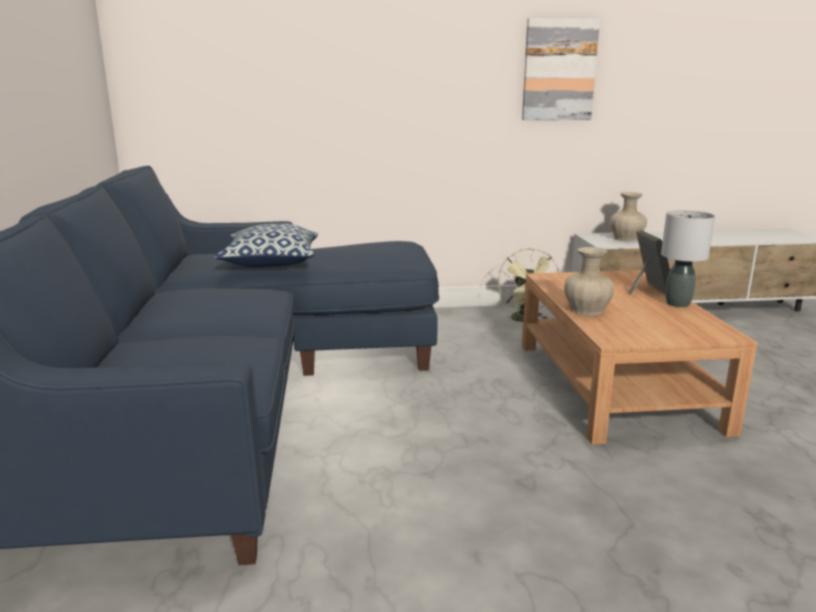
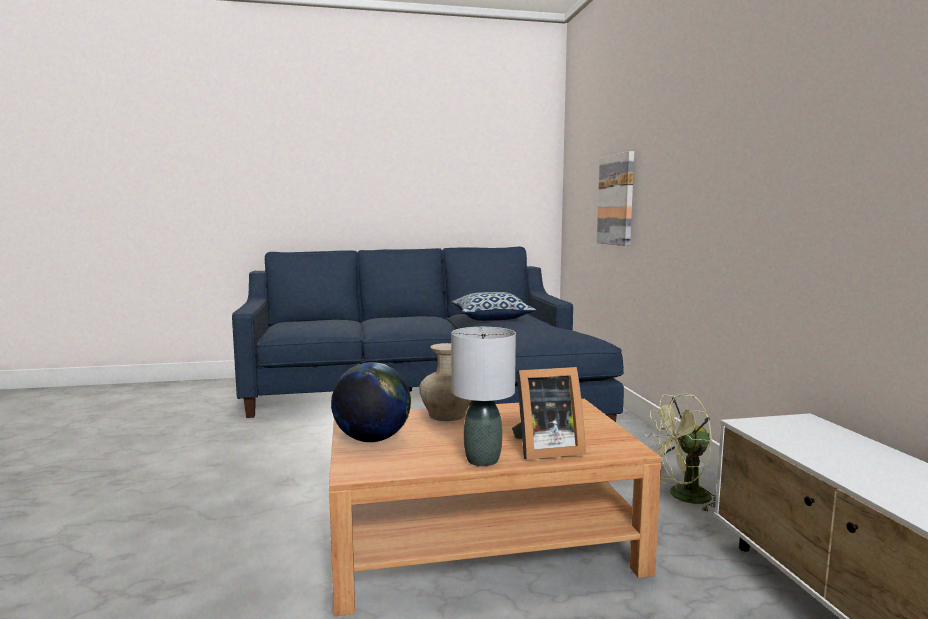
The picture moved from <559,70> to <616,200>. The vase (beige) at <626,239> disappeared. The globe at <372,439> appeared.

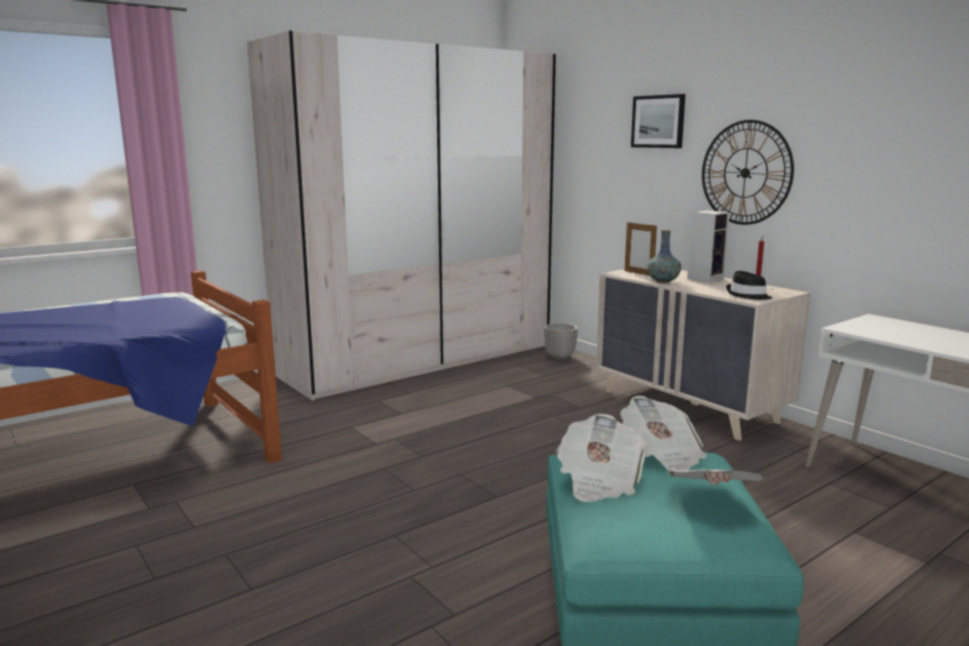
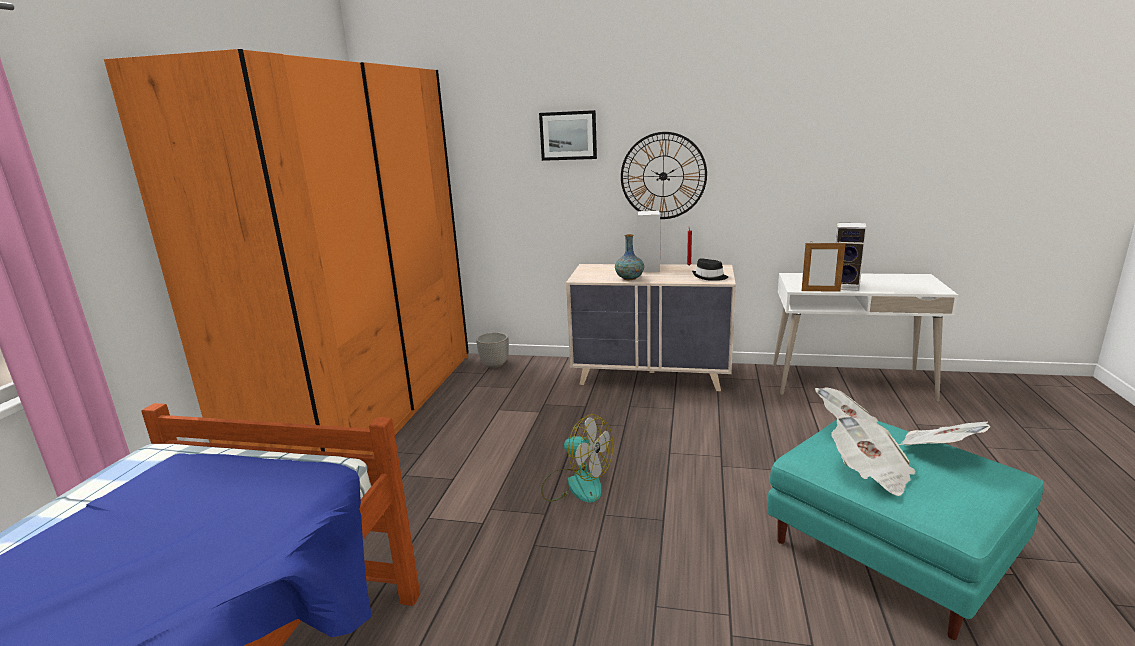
The wardrobe (beige) at <419,359> became the wardrobe (orange) at <371,413>. The picture frame moved from <639,273> to <820,291>. The speaker at <846,286> appeared. The fan at <576,484> appeared.

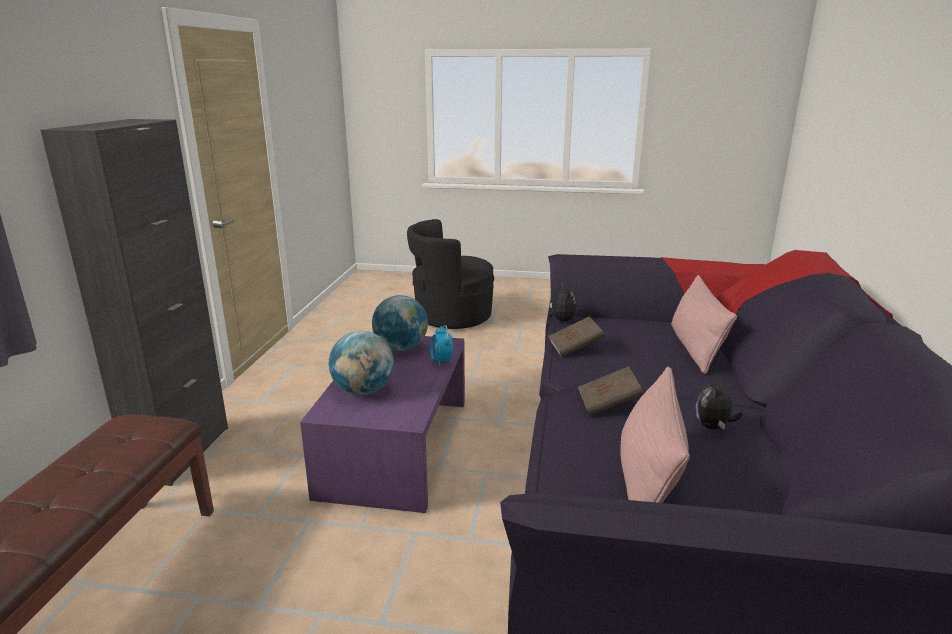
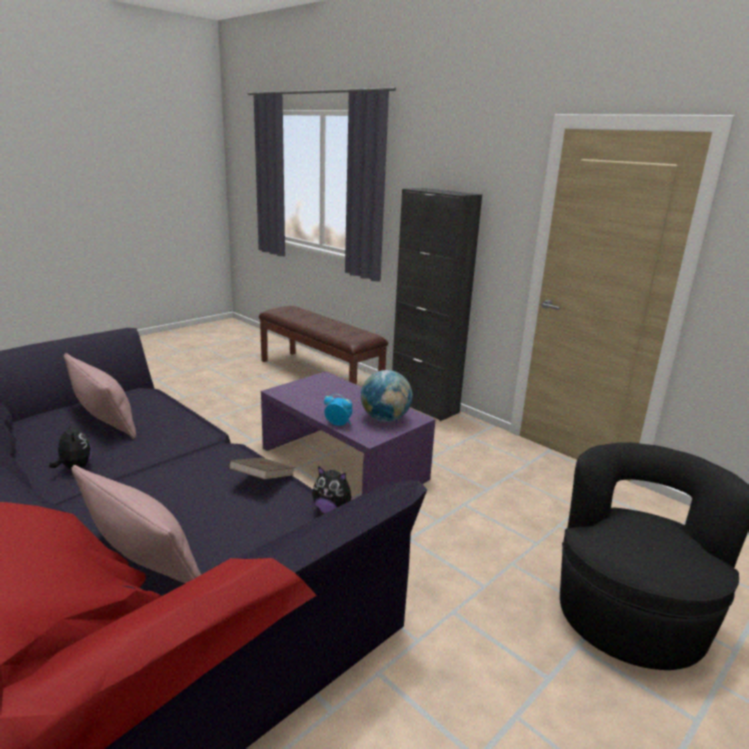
The globe at <363,391> disappeared. The book (brown) at <608,404> disappeared.

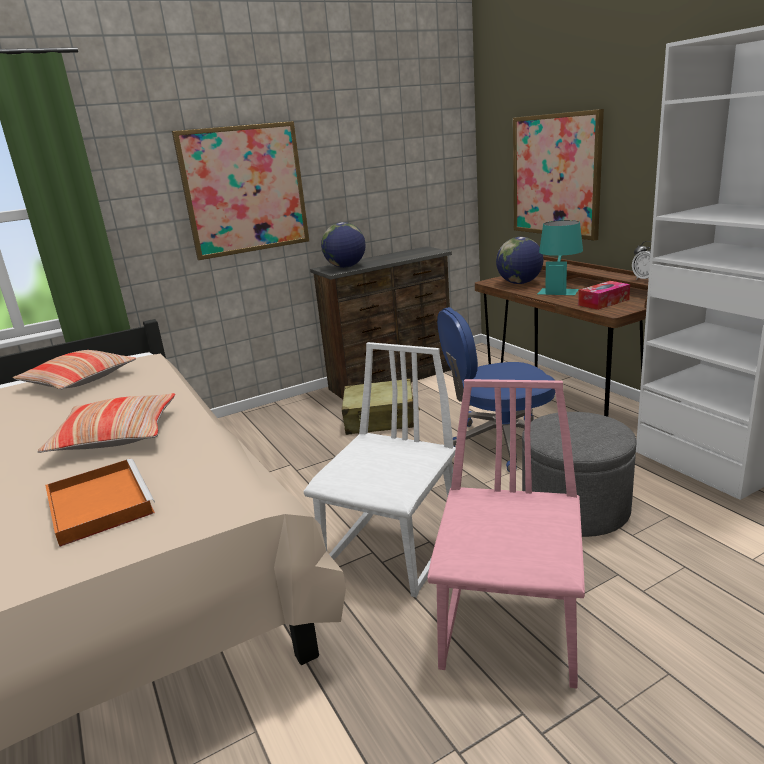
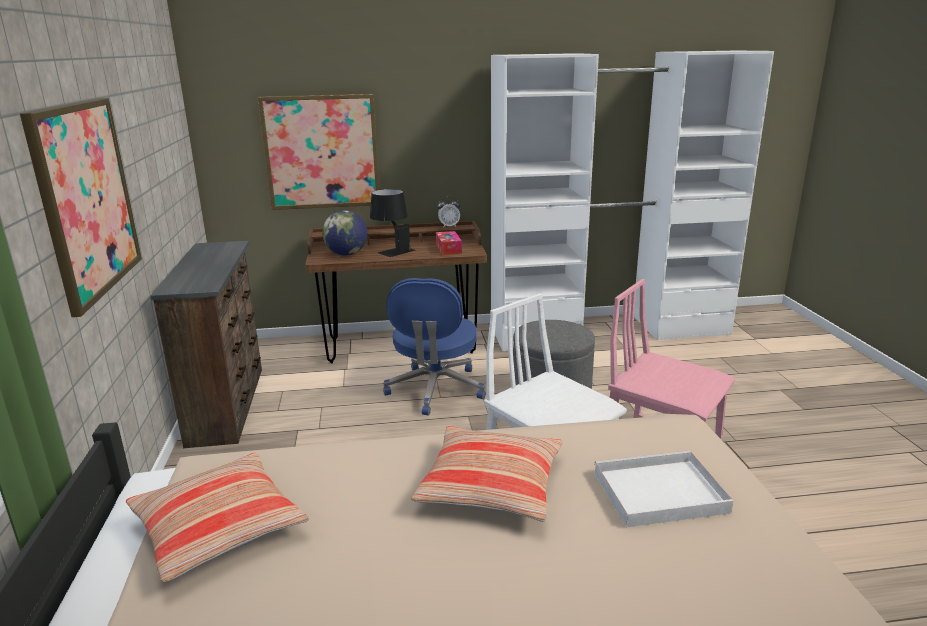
The table lamp (turquoise) at <559,289> became the table lamp (black) at <392,250>. The globe at <345,267> disappeared. The suitcase (beige) at <380,419> disappeared. The tray (orange) at <98,503> became the tray (white) at <657,493>.

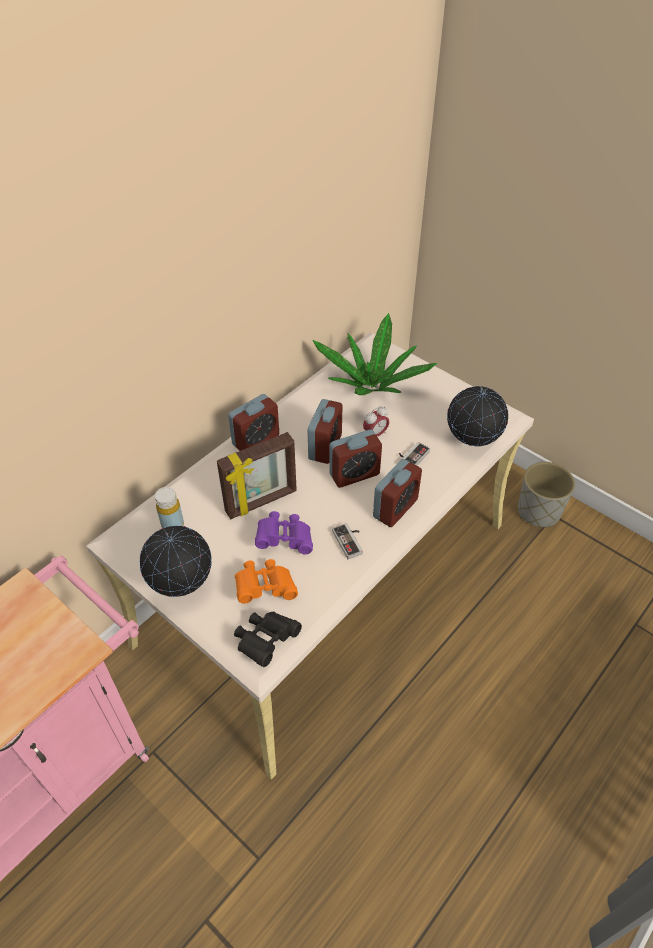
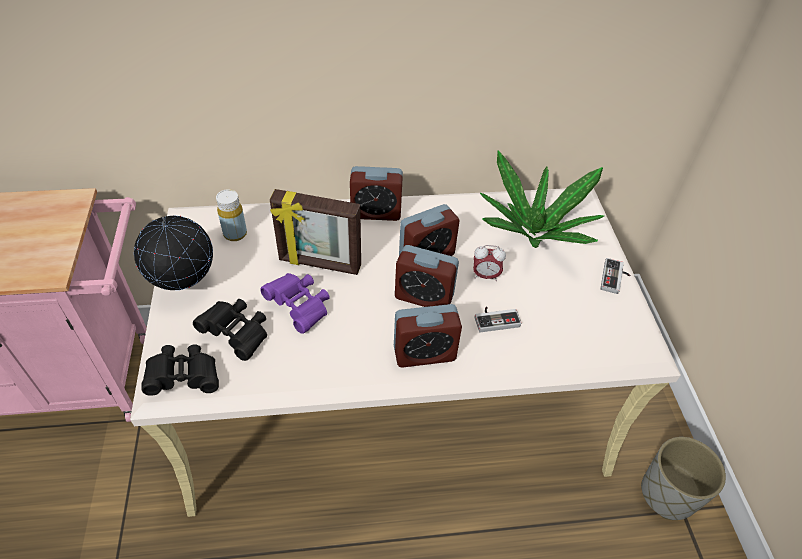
The globe at <472,443> disappeared. The game controller moved from <350,541> to <615,279>. The binoculars (orange) at <265,587> became the binoculars (black) at <237,334>.

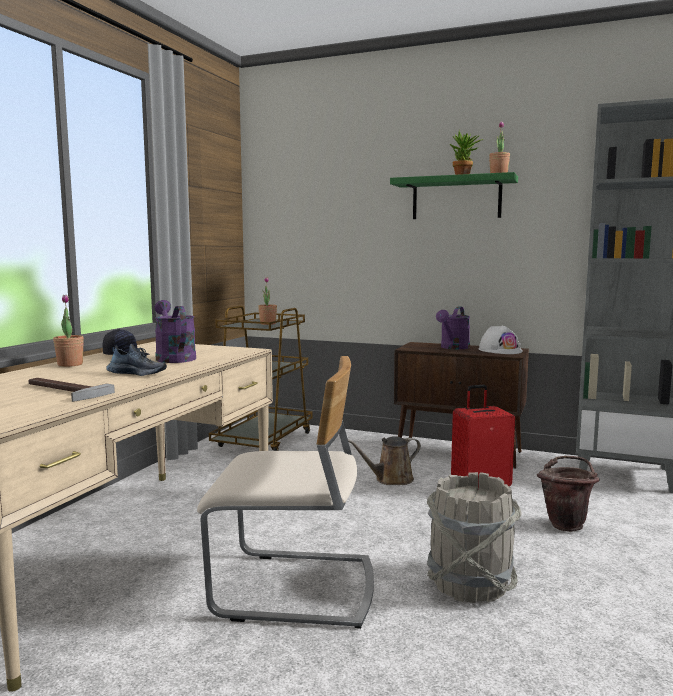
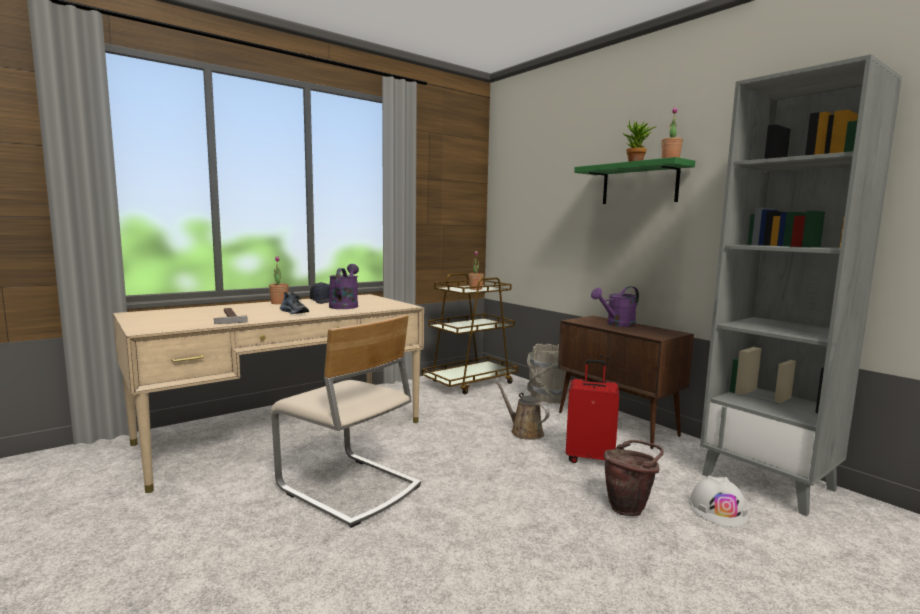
The hard hat (white) moved from <500,350> to <718,510>. The watering can (brown) at <391,479> turned 45 degrees clockwise. The bucket (grey) moved from <469,584> to <548,397>.

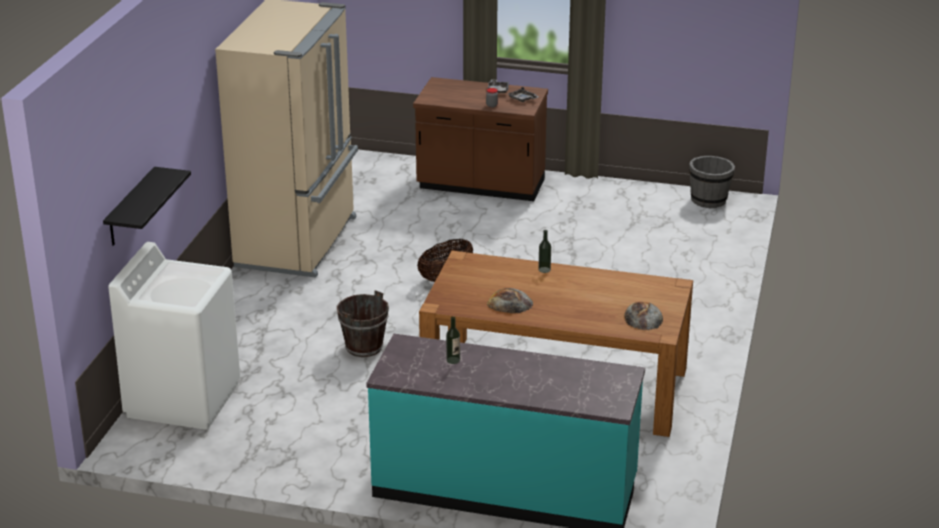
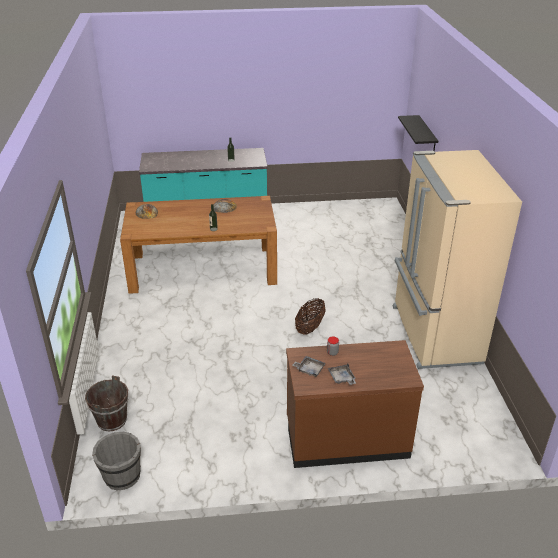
The washing machine (white) at <183,399> disappeared. The bucket (brown) moved from <364,347> to <112,421>.

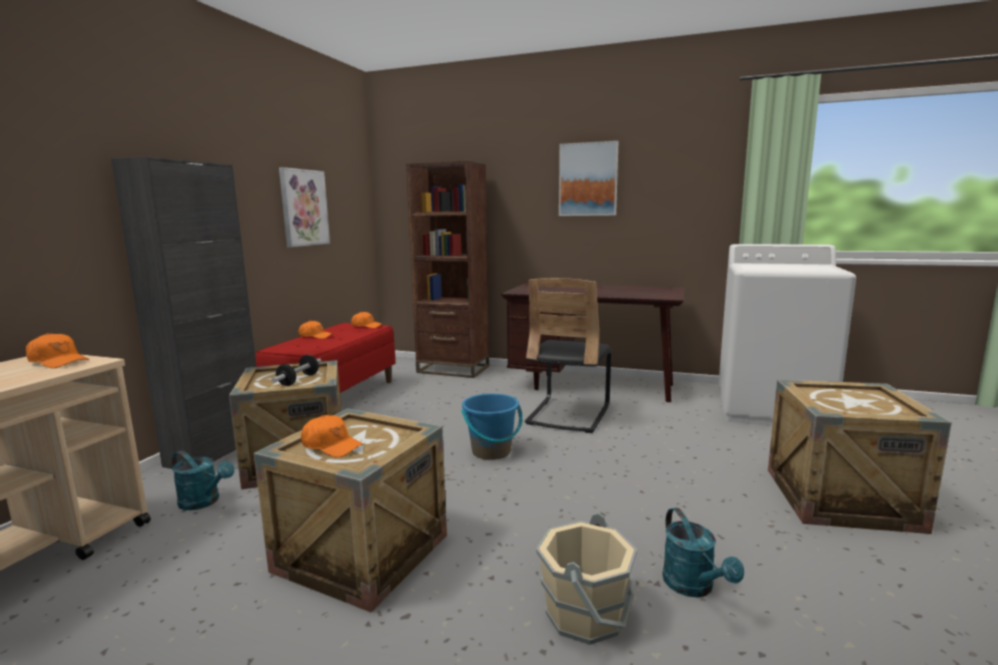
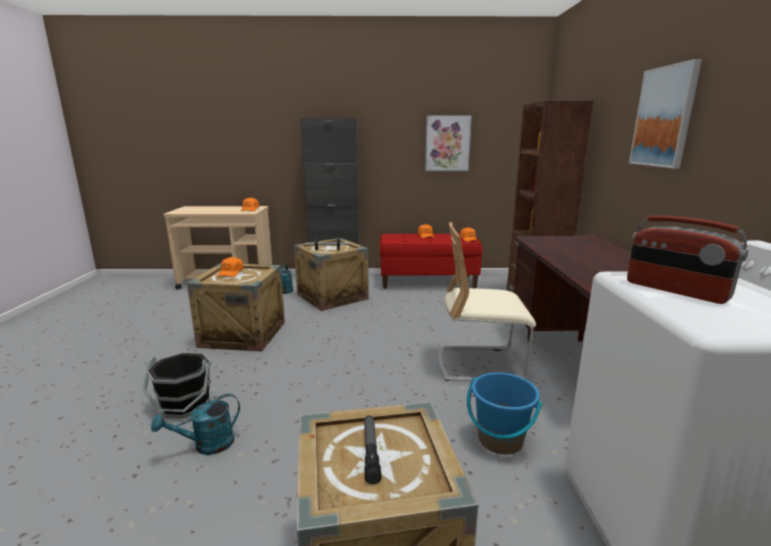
The chair (black) at <568,414> became the chair (beige) at <479,364>. The bucket (blue) moved from <491,452> to <500,440>. The bucket (beige) at <586,614> became the bucket (black) at <185,405>. The radio at <675,291> appeared. The flashlight at <371,452> appeared.

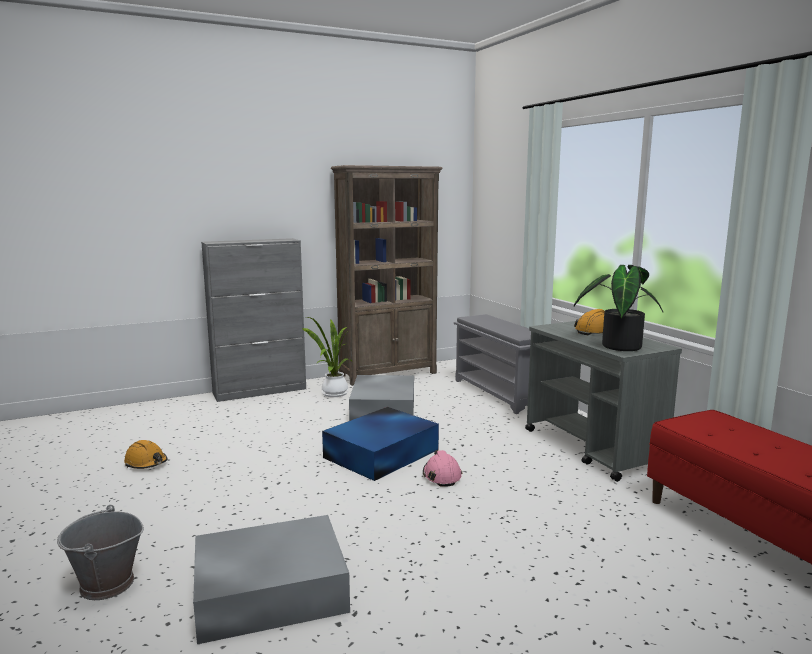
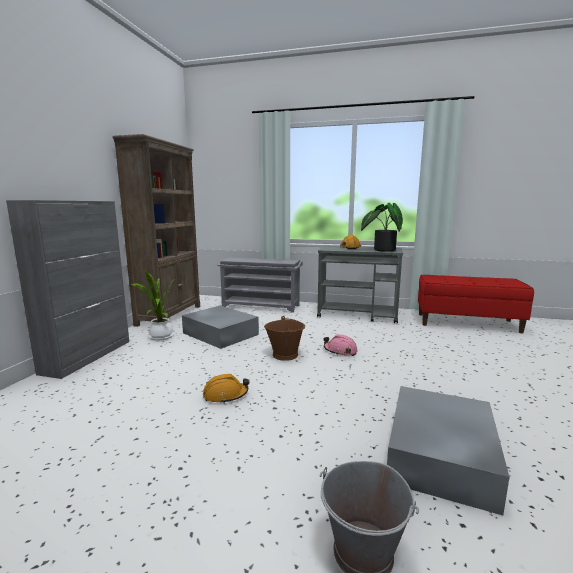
The storage box (blue) at <383,453> was replaced by the bucket (brown) at <285,355>. The hard hat (orange) moved from <146,463> to <225,395>.

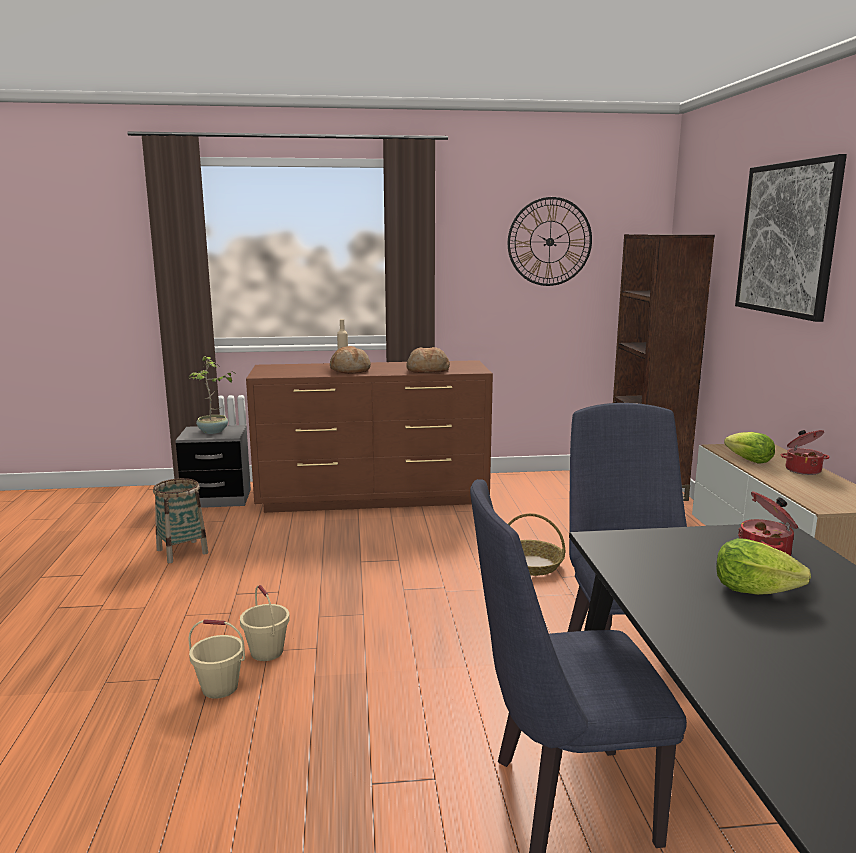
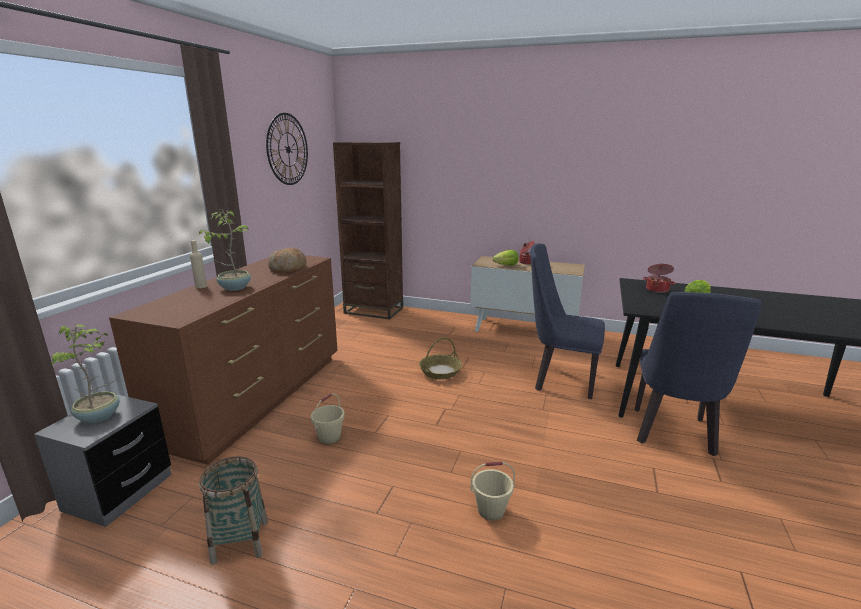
The picture at <787,239> disappeared. The bread at <350,370> was replaced by the potted plant at <234,288>. The bucket (beige) moved from <220,687> to <329,437>.

